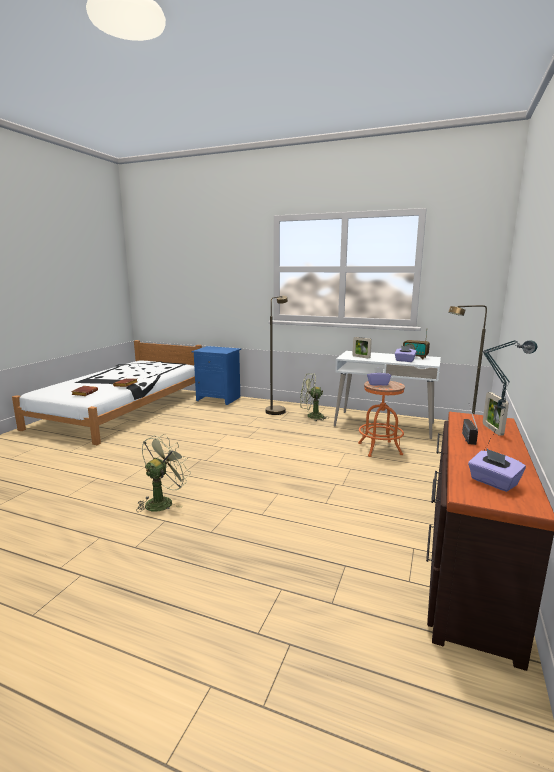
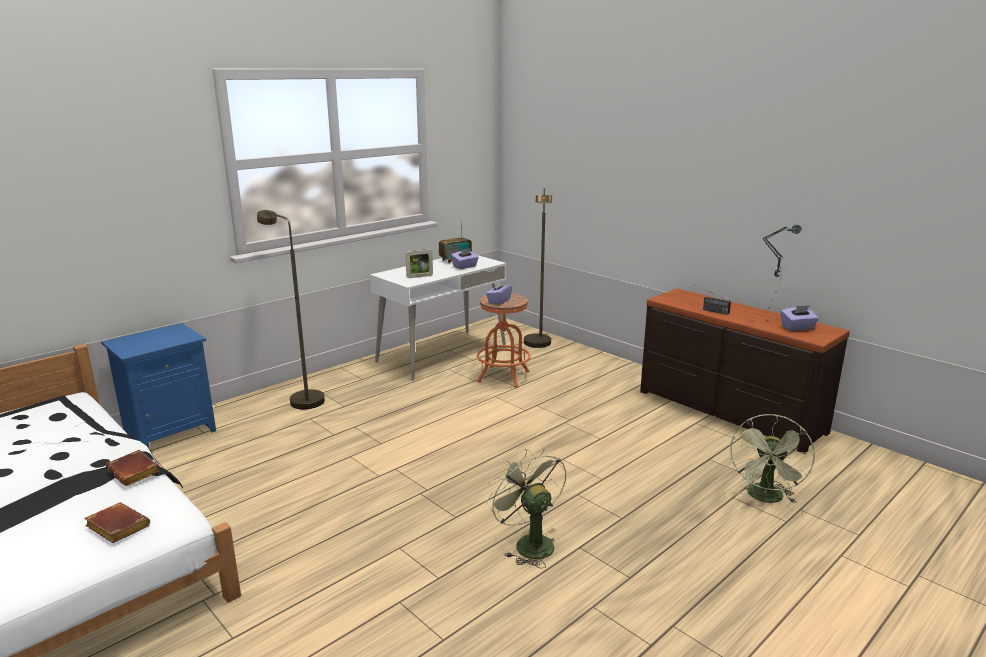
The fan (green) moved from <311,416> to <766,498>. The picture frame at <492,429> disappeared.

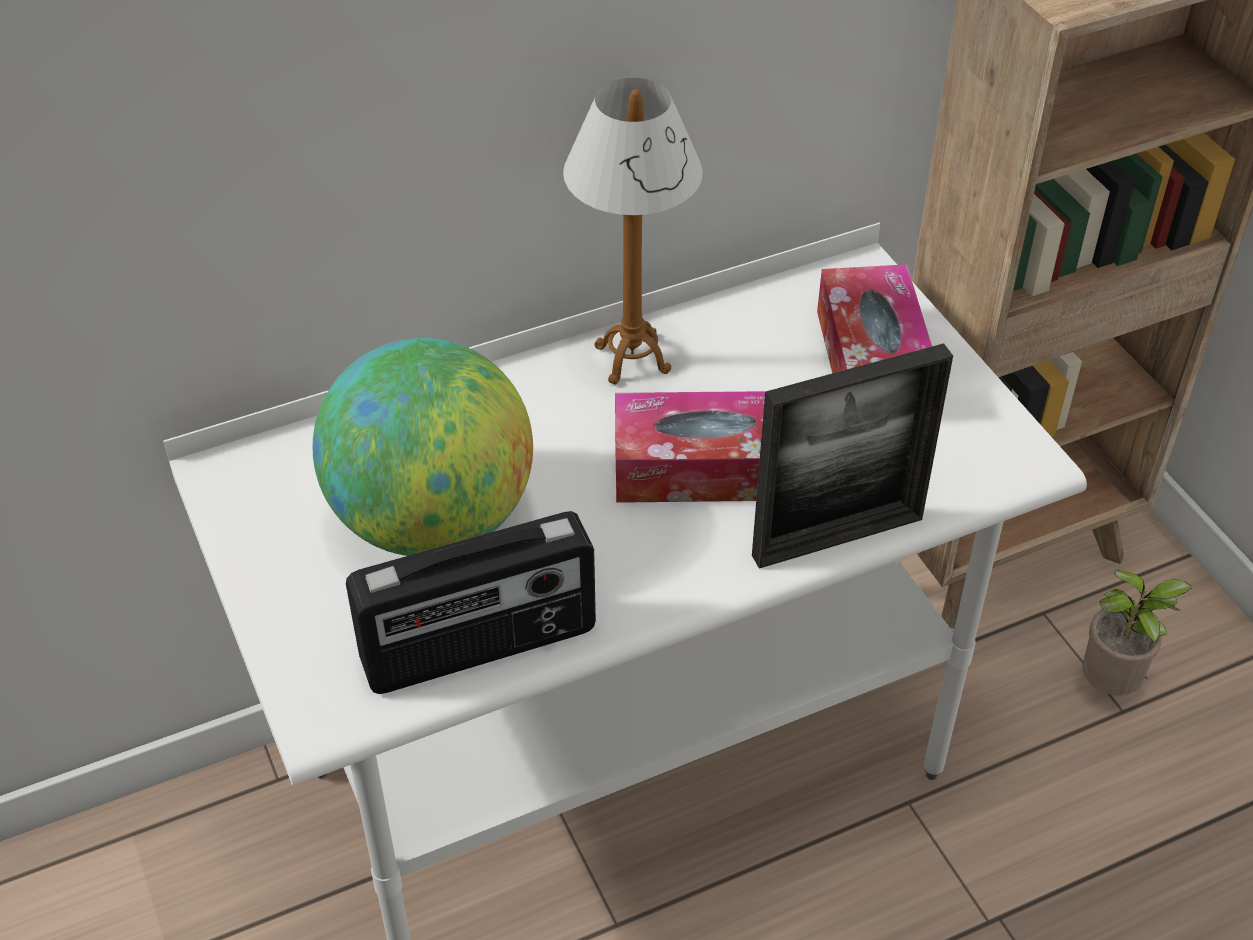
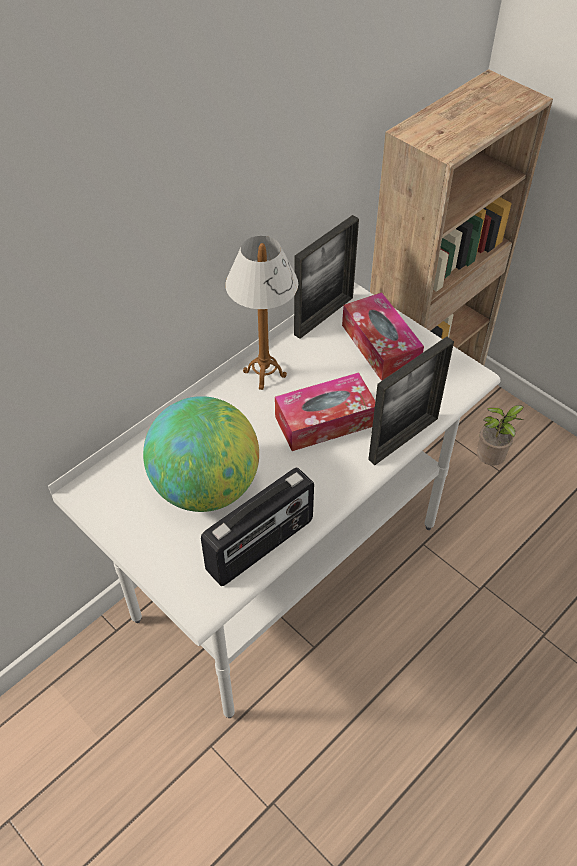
The picture frame at <324,316> appeared.

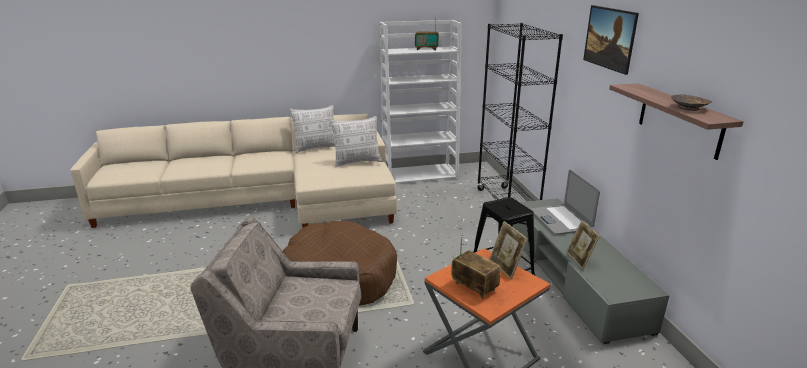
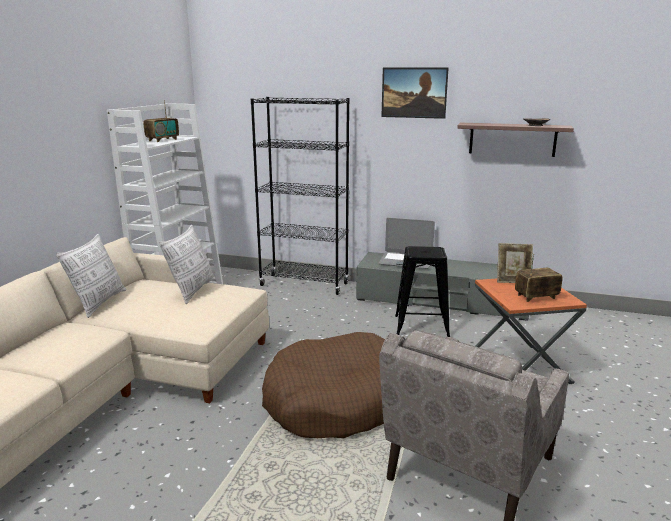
The picture frame at <579,259> disappeared.

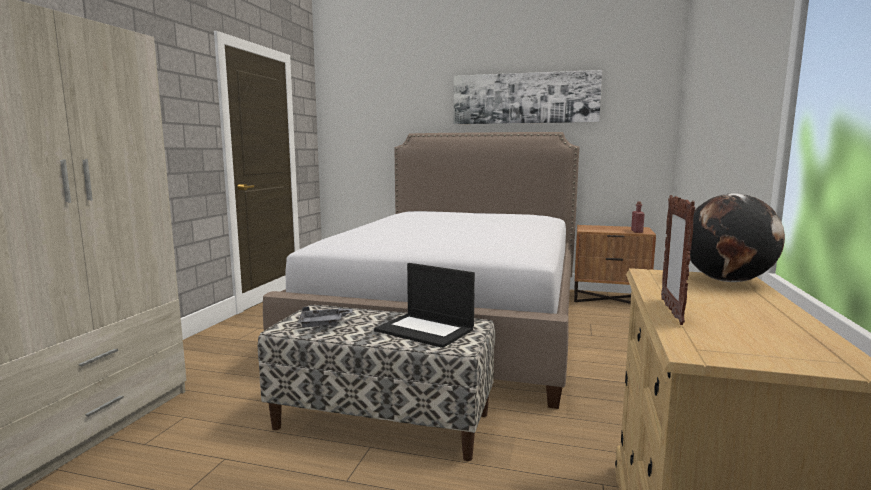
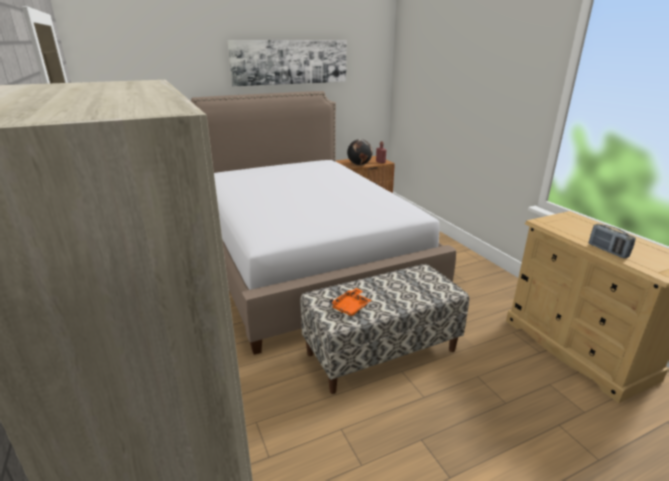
The globe moved from <727,280> to <359,164>. The picture frame at <671,311> was replaced by the radio at <607,251>. The laptop at <426,330> disappeared. The tray (grey) at <323,324> became the tray (orange) at <351,307>.

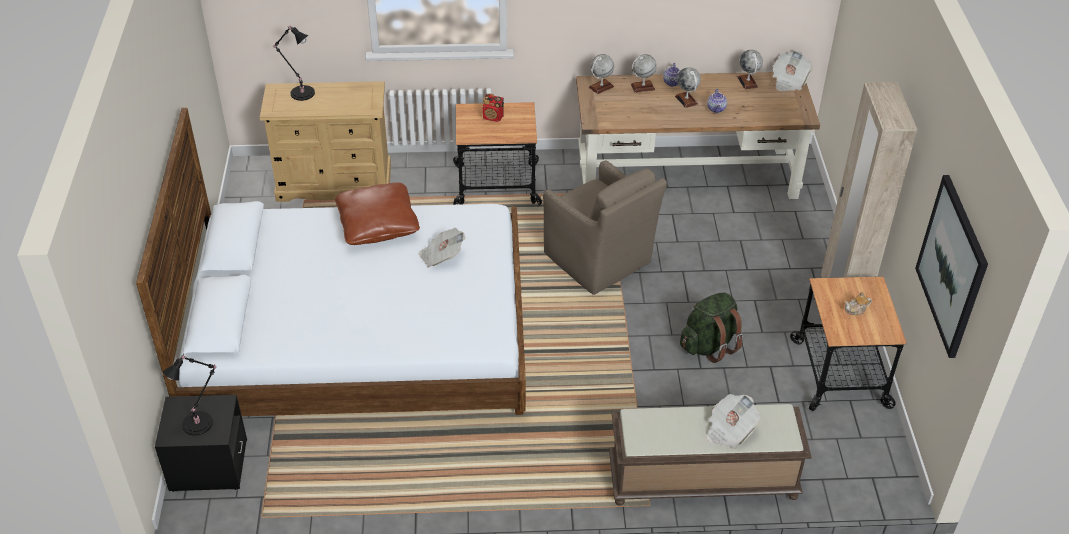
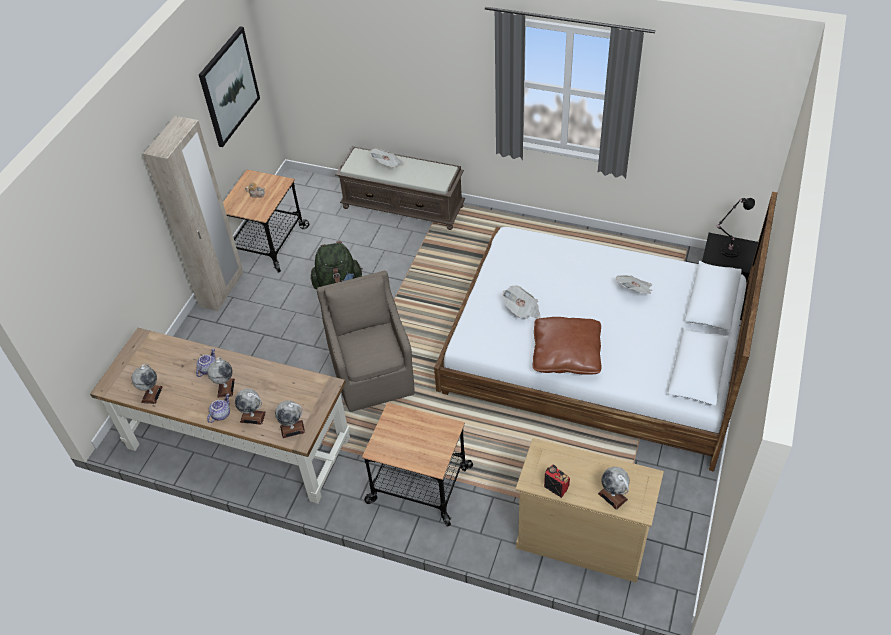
The table lamp (black) at <300,92> was replaced by the globe at <613,496>. The newspaper moved from <789,81> to <634,291>. The radio moved from <493,117> to <556,487>.

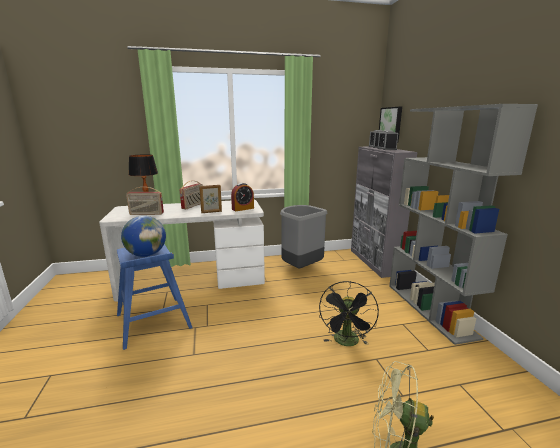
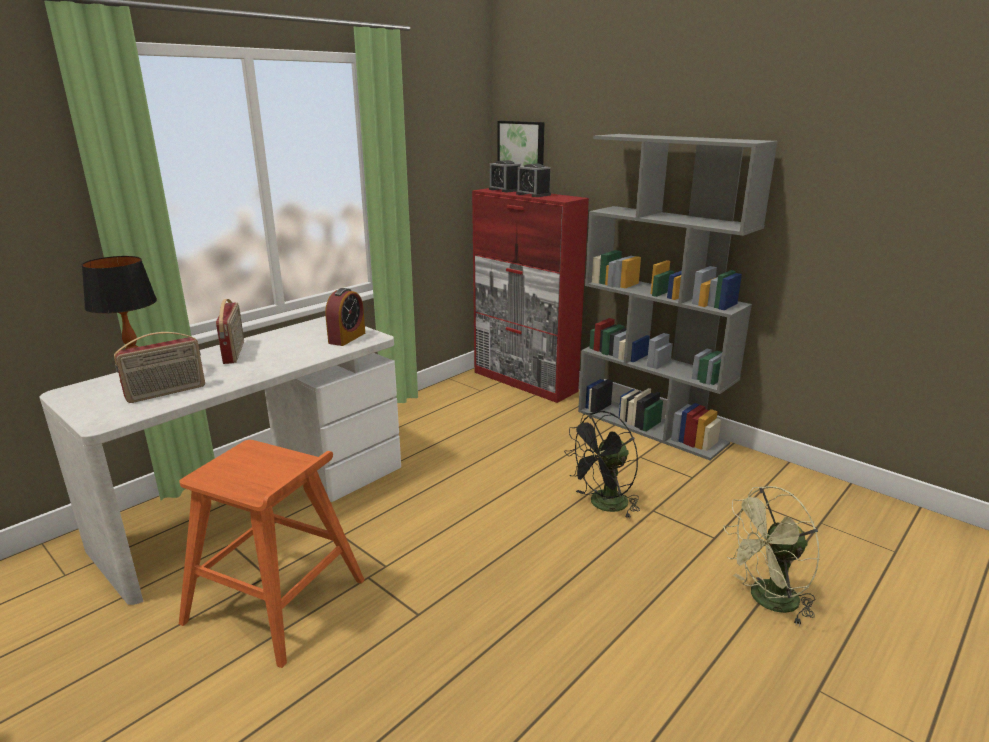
The cabinet (grey) at <374,262> became the cabinet (red) at <525,382>. The picture frame at <211,212> disappeared. The trash can (grey) at <301,268> disappeared. The globe at <146,255> disappeared. The stool (blue) at <153,321> became the stool (orange) at <277,602>. The fan (black) at <347,342> turned 75 degrees clockwise.

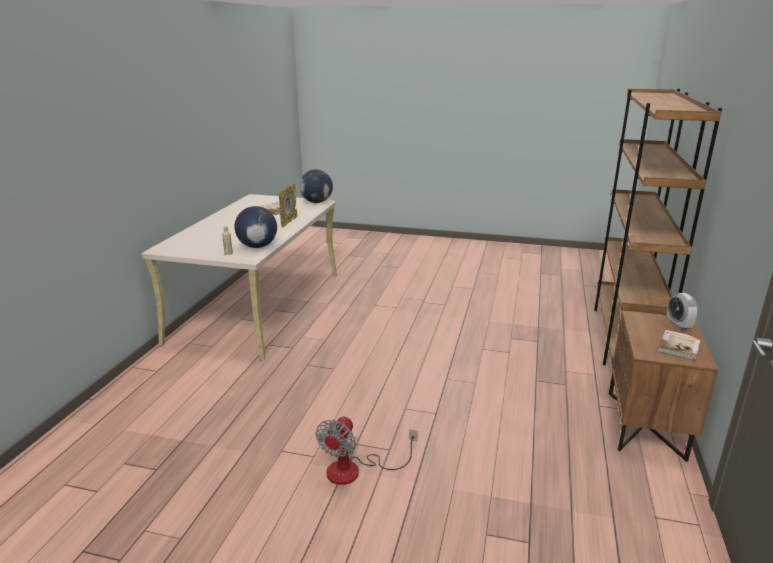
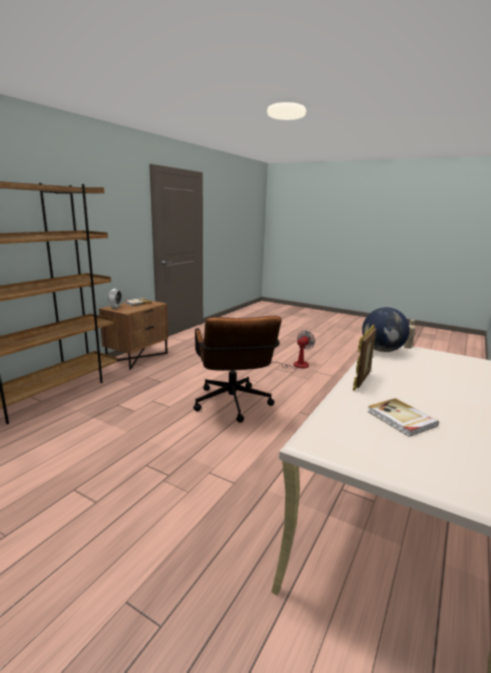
The globe at <317,202> disappeared. The office chair (brown) at <233,406> appeared.

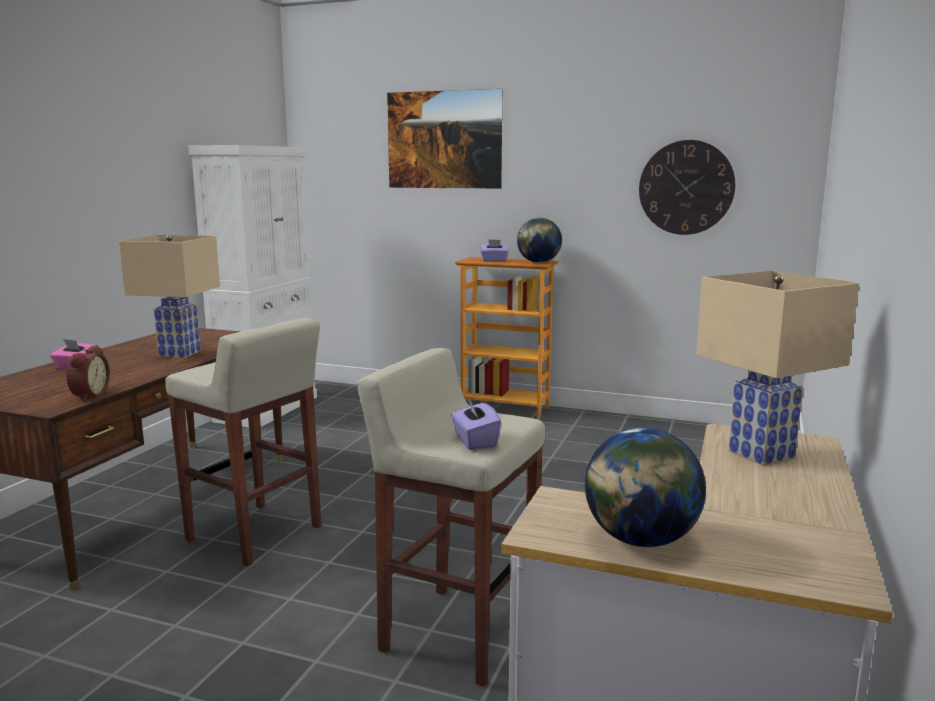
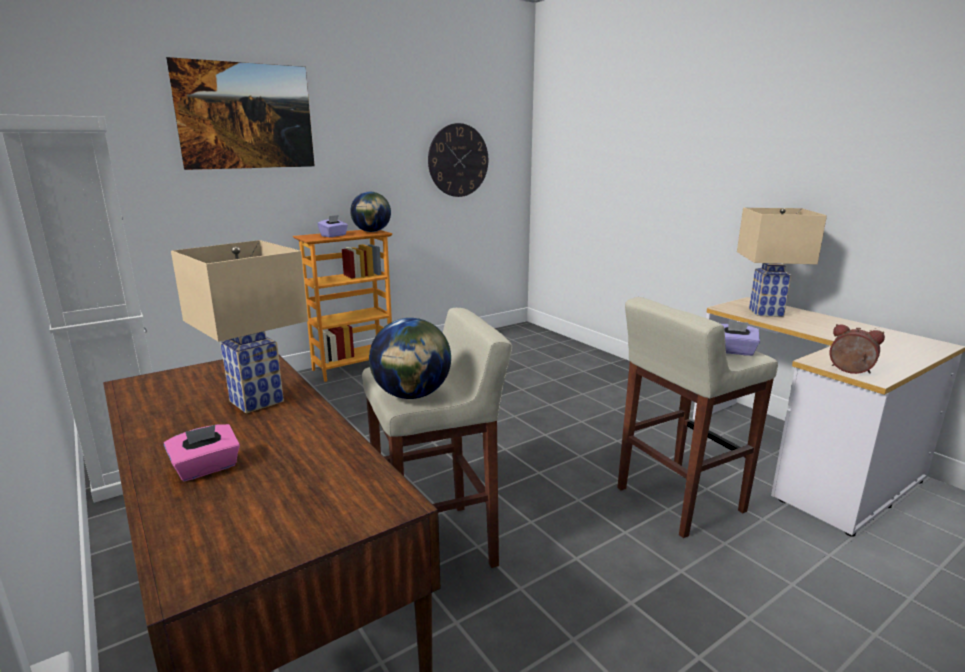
The alarm clock moved from <88,395> to <850,371>. The globe moved from <640,540> to <412,395>.

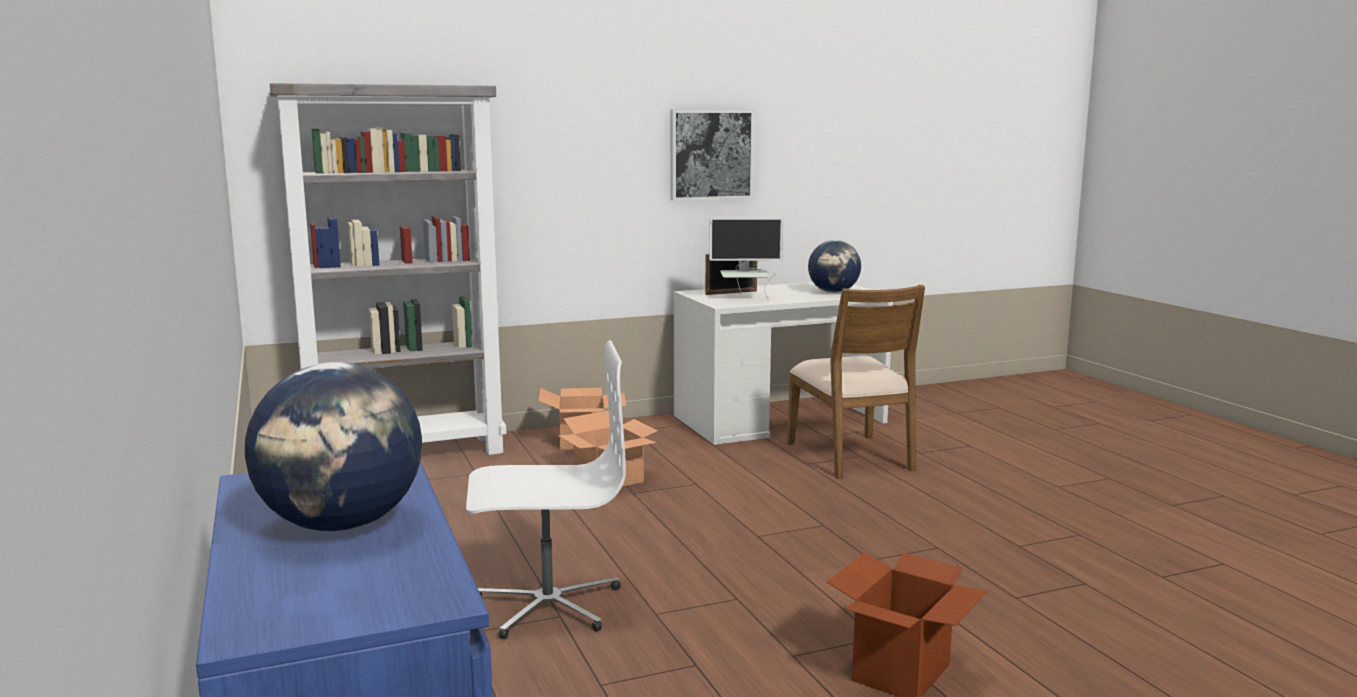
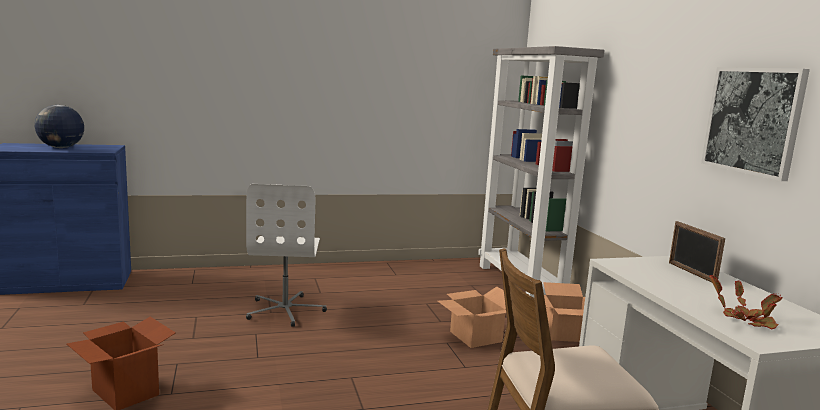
The monitor at <744,299> disappeared. The globe at <834,292> was replaced by the potted plant at <746,319>.

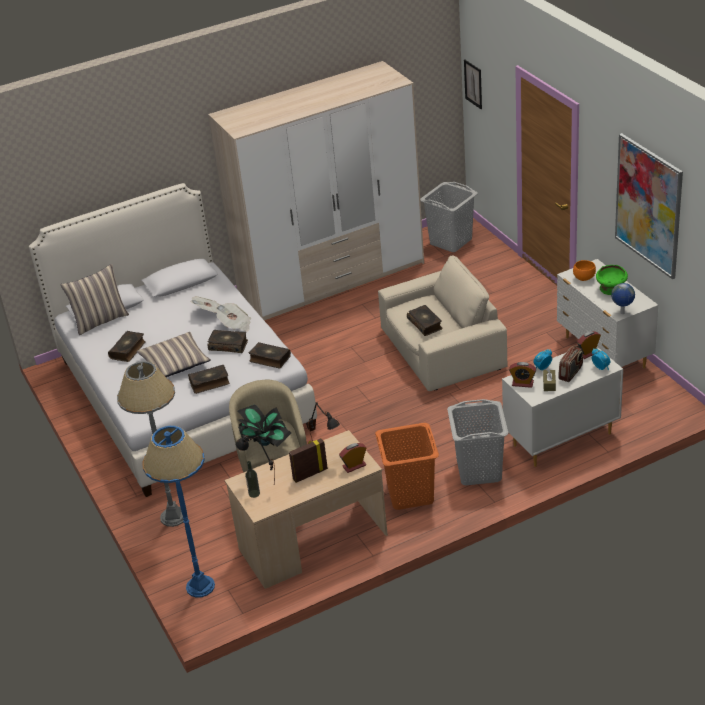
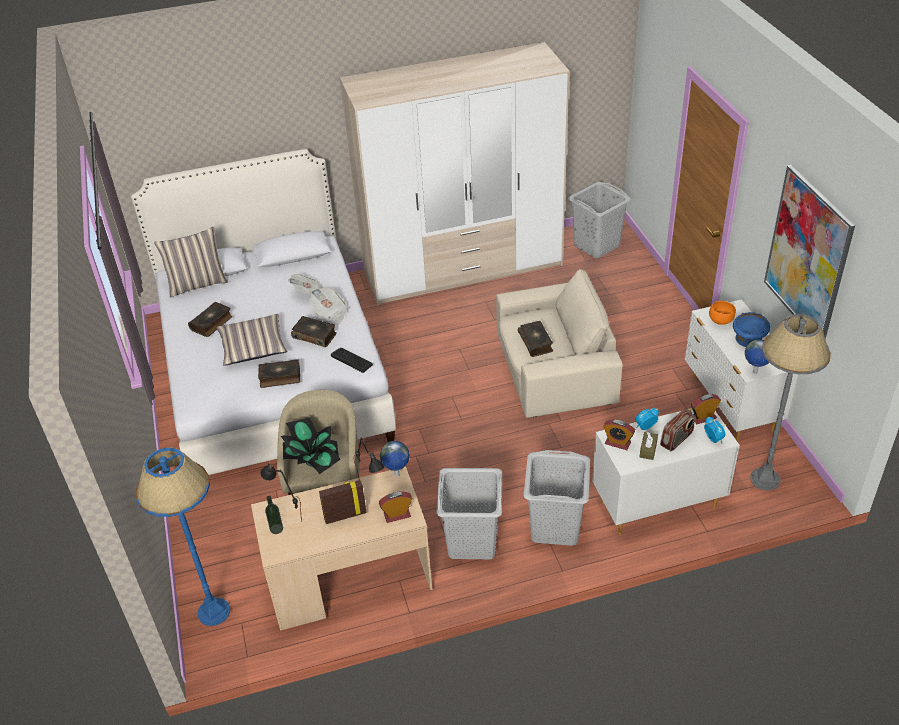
The picture at <473,84> disappeared. The bowl (green) at <611,290> became the bowl (blue) at <748,341>. The book at <269,359> was replaced by the keyboard at <352,360>. The floor lamp (grey) moved from <174,517> to <765,479>. The laundry basket (orange) at <411,494> became the laundry basket (grey) at <472,542>. The globe at <397,475> appeared.

